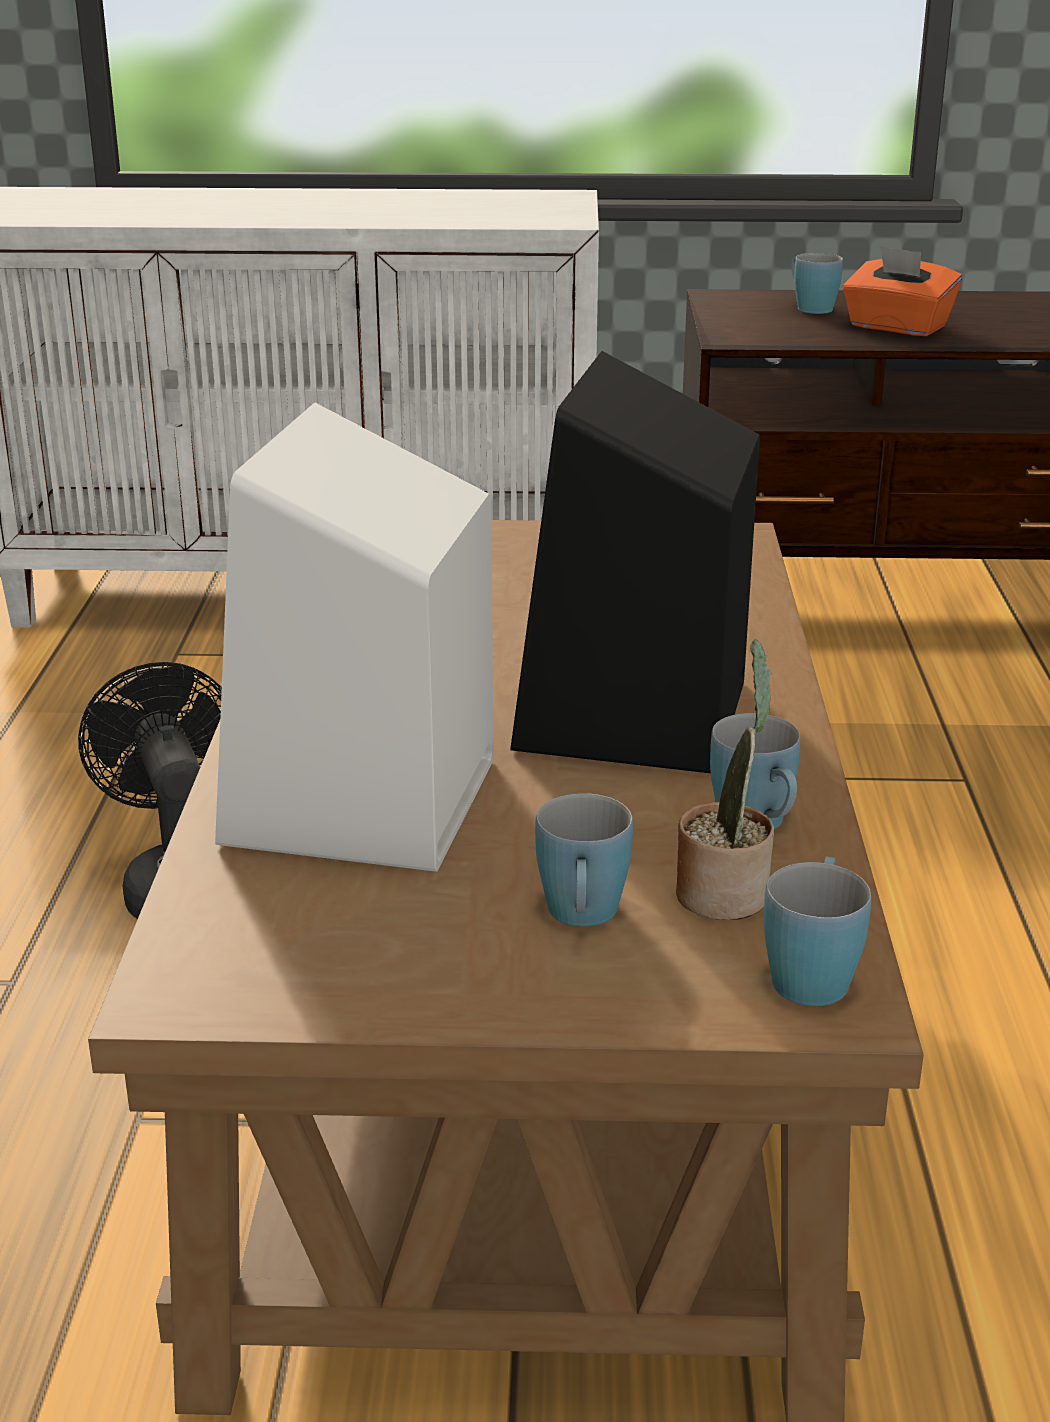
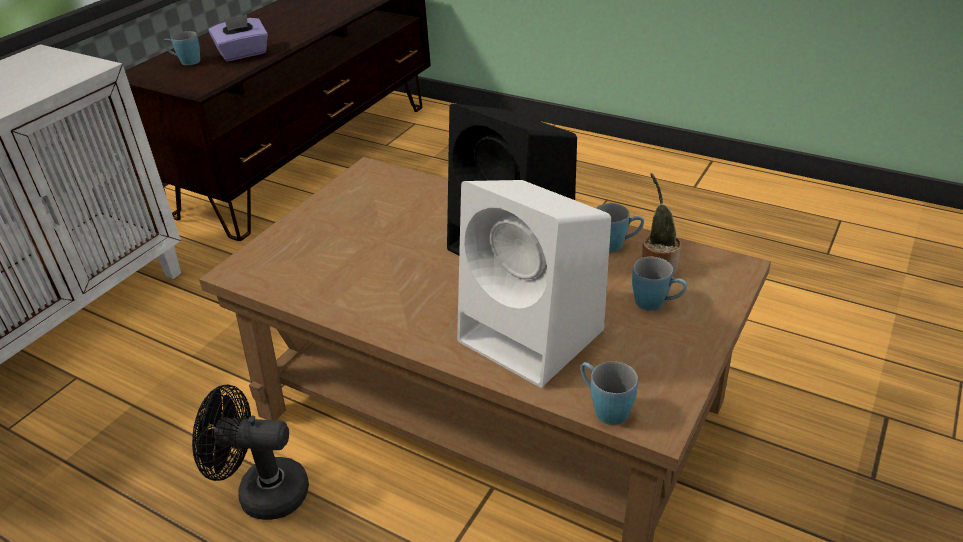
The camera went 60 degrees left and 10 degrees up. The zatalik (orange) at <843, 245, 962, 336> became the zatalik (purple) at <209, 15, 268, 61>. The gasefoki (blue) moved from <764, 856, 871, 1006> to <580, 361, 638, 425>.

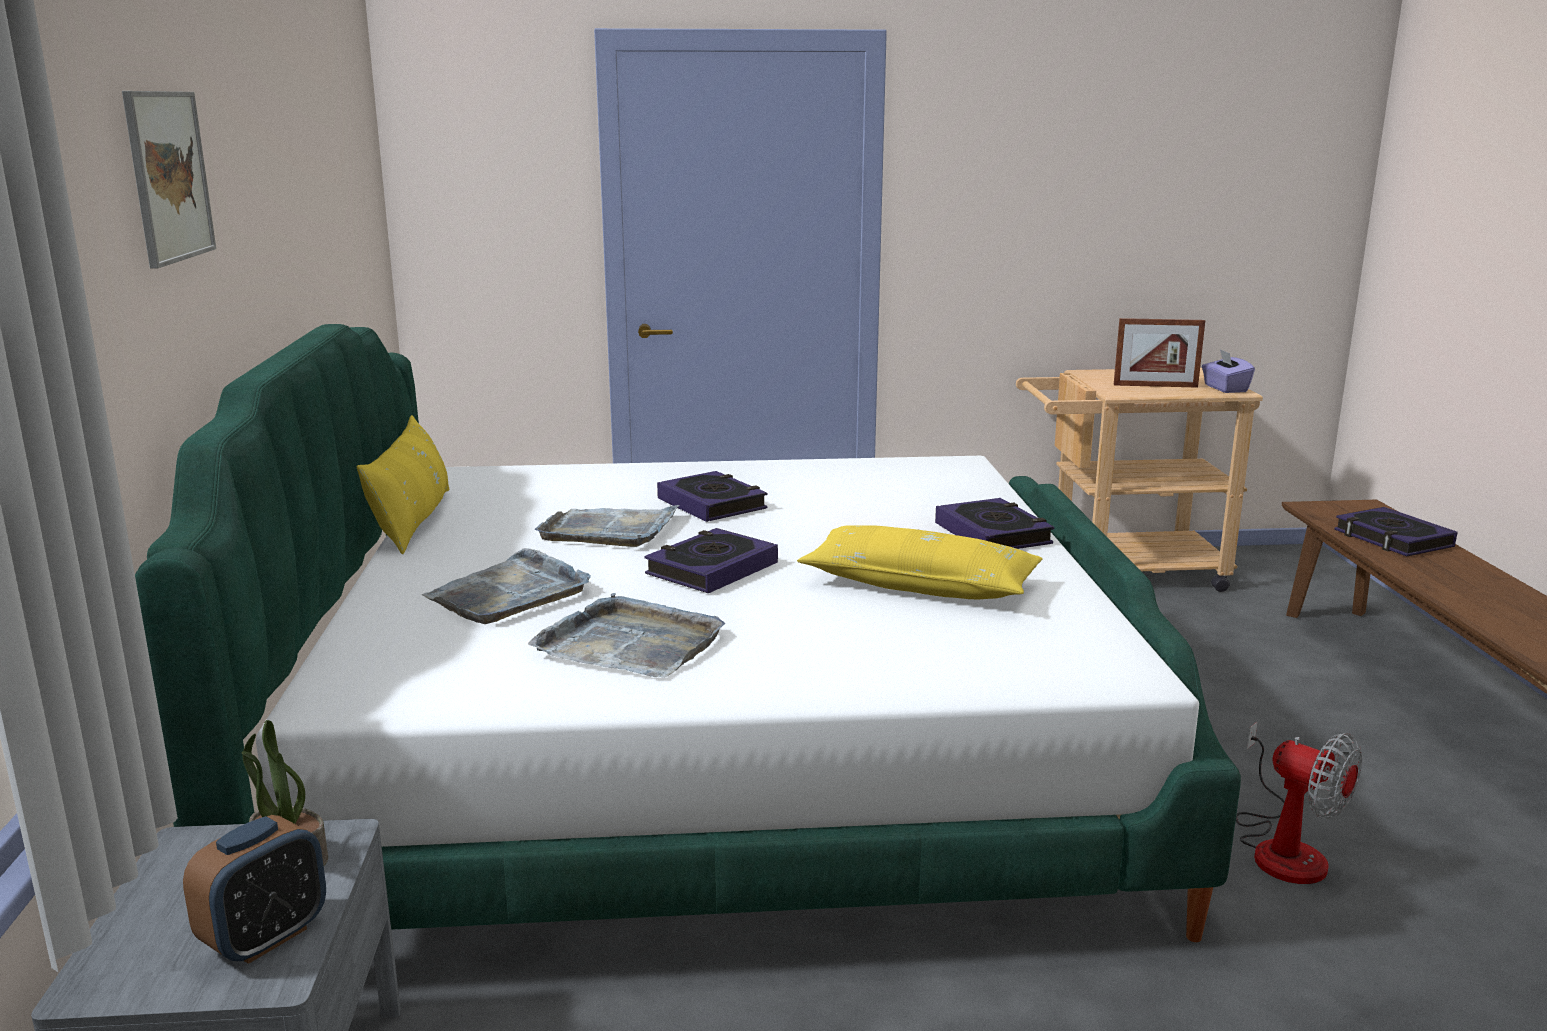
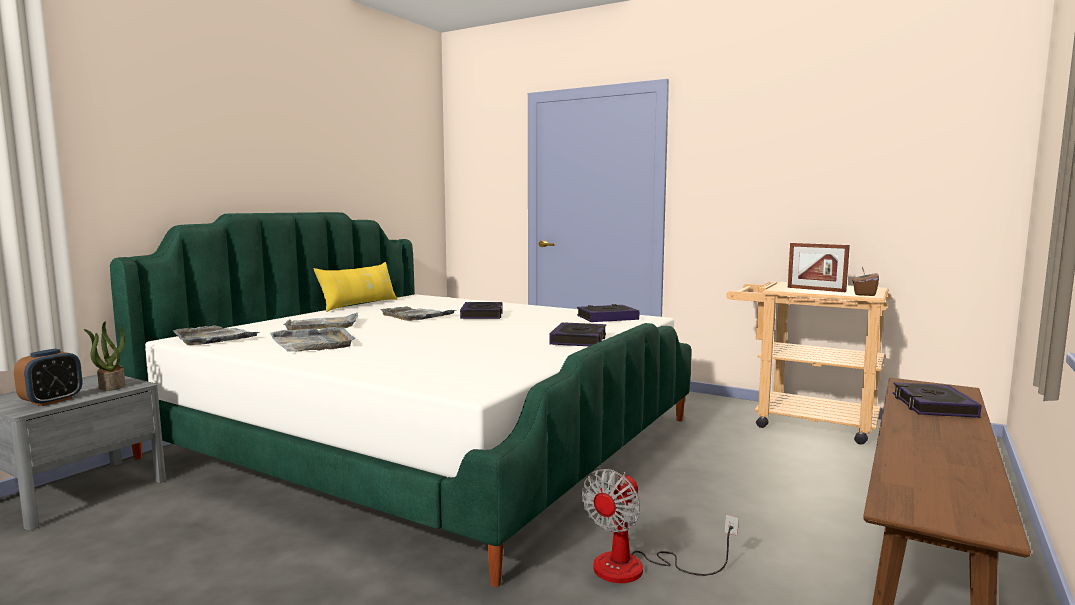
The camera went 35 degrees right and 10 degrees down. The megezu at <183, 815, 326, 964> turned 45 degrees counterclockwise. The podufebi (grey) at <173, 326, 259, 345> appeared. The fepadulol moved from <645, 528, 778, 593> to <577, 304, 639, 322>. The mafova at <1236, 722, 1362, 884> turned 45 degrees clockwise. The zatalik (purple) at <1202, 349, 1255, 393> became the zatalik (brown) at <852, 266, 879, 296>. The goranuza at <122, 91, 216, 268> disappeared. The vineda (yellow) at <797, 525, 1043, 600> disappeared.

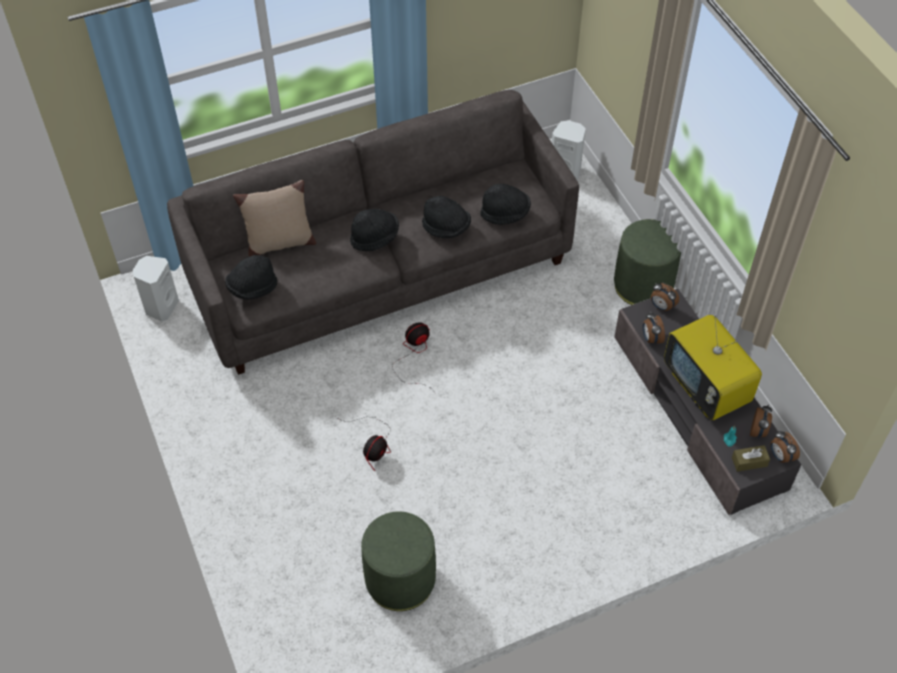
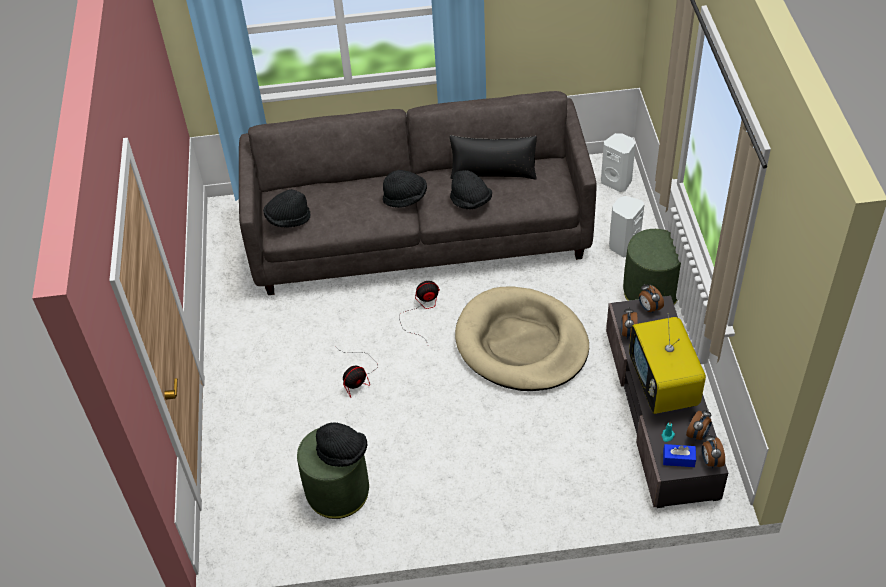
The camera went 20 degrees right and 5 degrees down. The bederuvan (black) moved from <480, 184, 531, 225> to <316, 422, 368, 467>. The vineda (black) at <450, 135, 537, 180> appeared. The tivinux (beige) at <455, 287, 589, 391> appeared. The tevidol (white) moved from <133, 256, 179, 321> to <609, 196, 644, 257>. The zatalik (brown) at <732, 445, 770, 472> became the zatalik (blue) at <663, 444, 696, 467>. The vineda (beige) at <233, 180, 316, 257> disappeared.

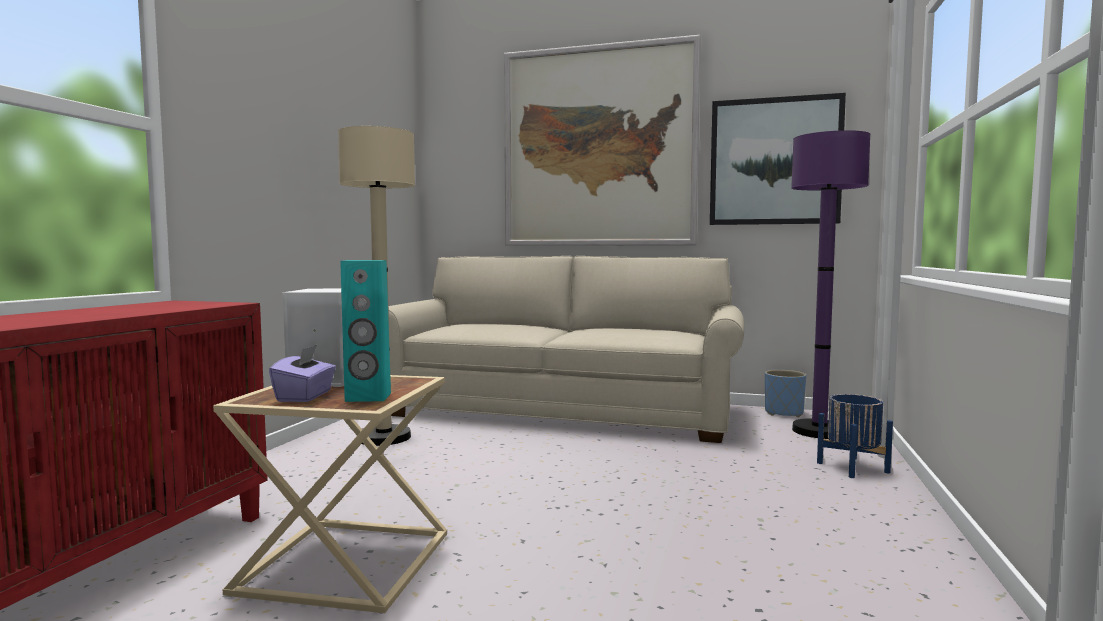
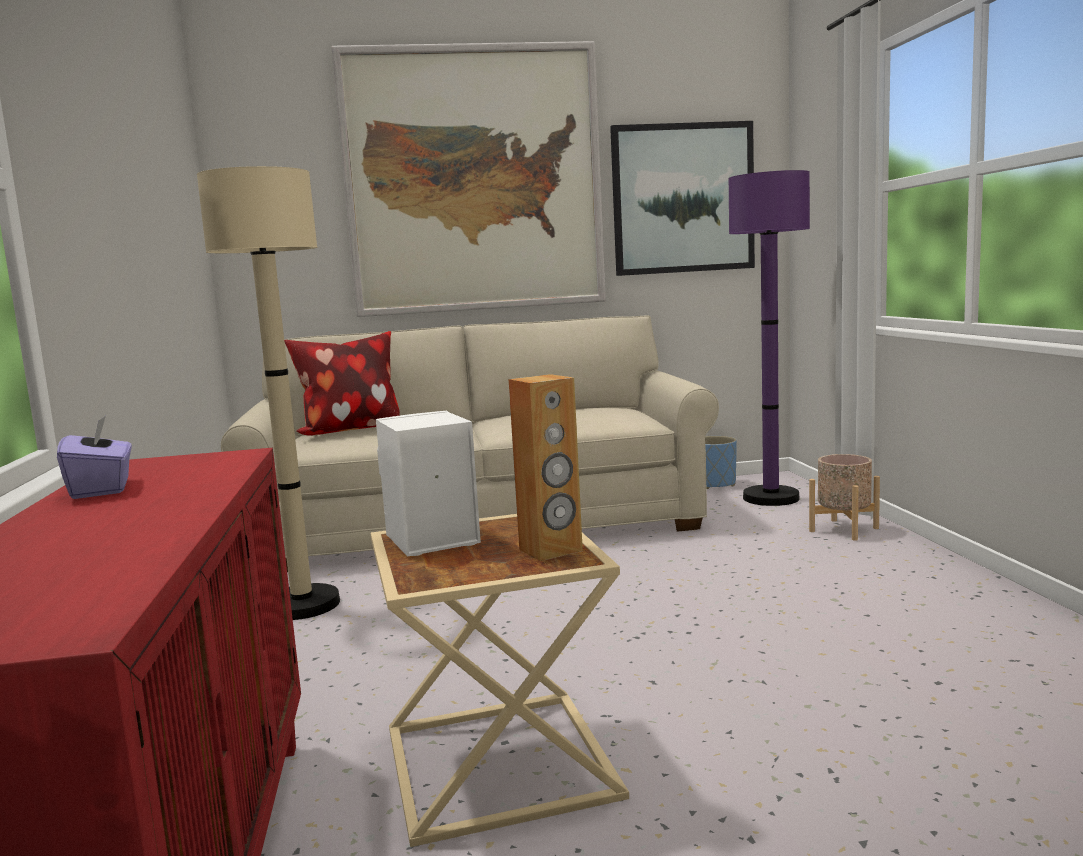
The camera went 25 degrees left and 5 degrees up. The zatalik (purple) moved from <269, 345, 336, 402> to <57, 415, 132, 499>. The vineda at <284, 331, 400, 436> appeared. The tevidol (turquoise) at <340, 260, 391, 402> became the tevidol (brown) at <509, 374, 583, 561>. The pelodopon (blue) at <817, 394, 893, 478> became the pelodopon (beige) at <809, 454, 880, 541>.

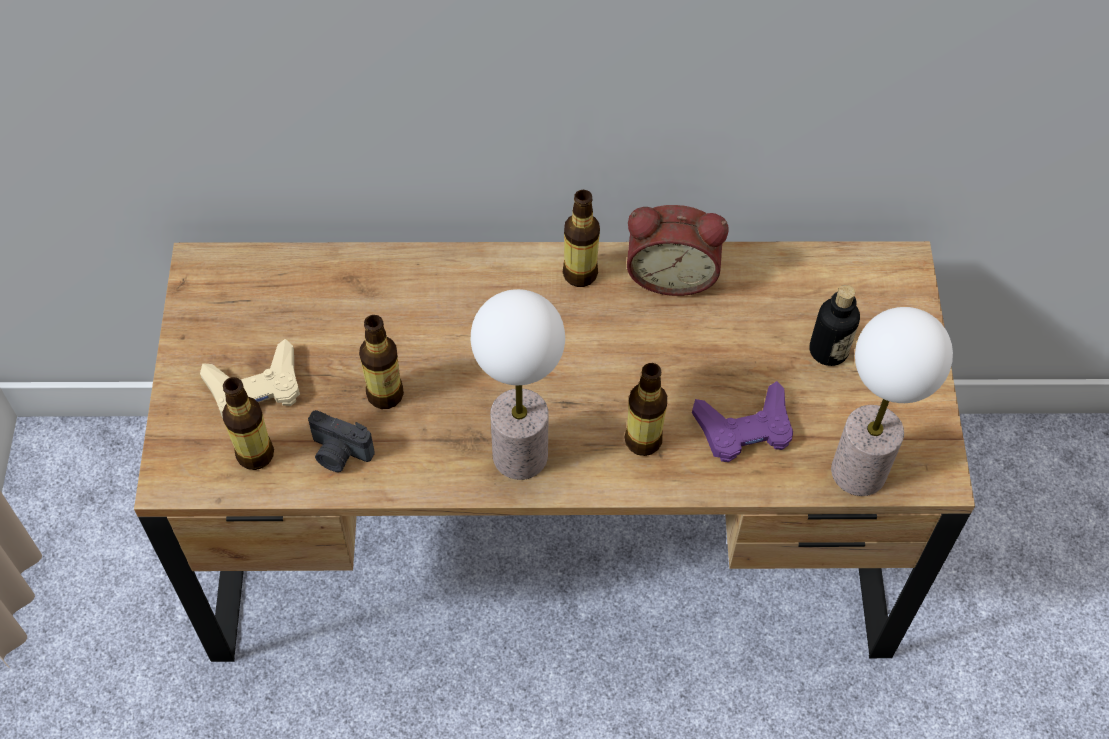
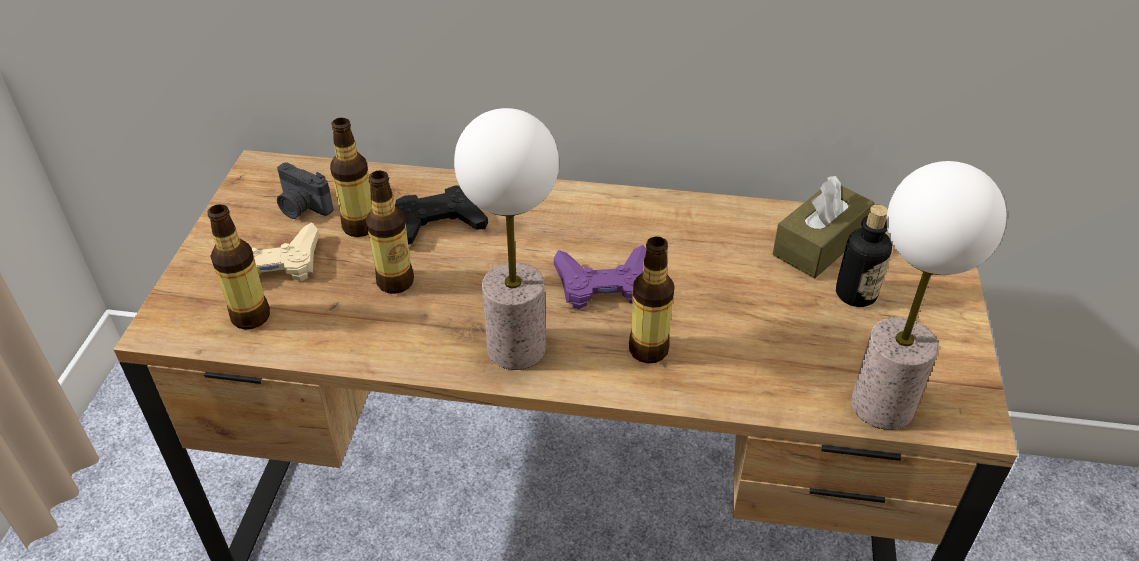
The camera went 10 degrees right and 15 degrees down. The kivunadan moved from <308, 410, 375, 472> to <277, 162, 334, 219>. The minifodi moved from <562, 190, 600, 287> to <330, 118, 372, 237>. The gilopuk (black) at <395, 185, 488, 245> appeared. The gilopuk (purple) moved from <692, 381, 793, 462> to <554, 245, 647, 309>. The zatalik (brown) at <773, 176, 874, 279> appeared. The megezu at <627, 205, 729, 296> disappeared.

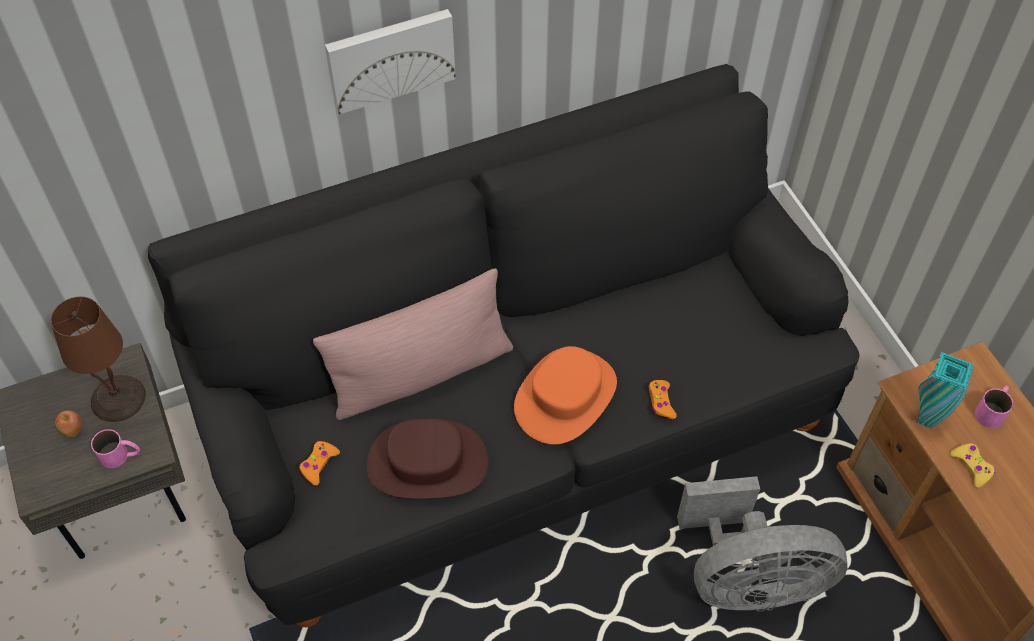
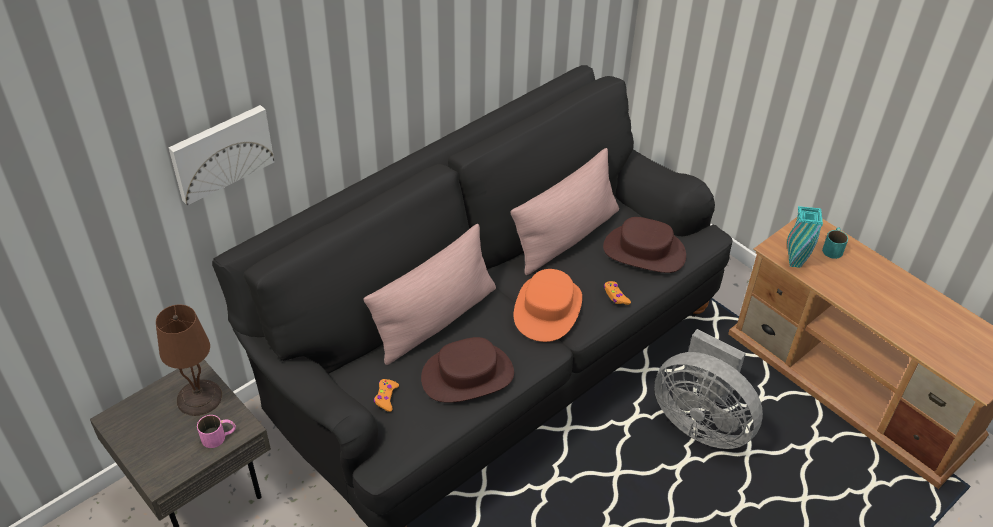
The camera went 20 degrees left and 10 degrees down. The goranuza moved from <325, 9, 456, 114> to <168, 105, 274, 205>. The vineda (pink) at <511, 148, 619, 275> appeared. The bederuvan (brown) at <603, 217, 686, 273> appeared. The mafova (grey) at <677, 476, 847, 612> turned 60 degrees clockwise. The gasefoki (pink) at <974, 386, 1013, 428> became the gasefoki (turquoise) at <822, 227, 848, 259>. The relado at <55, 410, 82, 437> disappeared. The gilopuk (yellow) at <950, 443, 995, 488> disappeared.

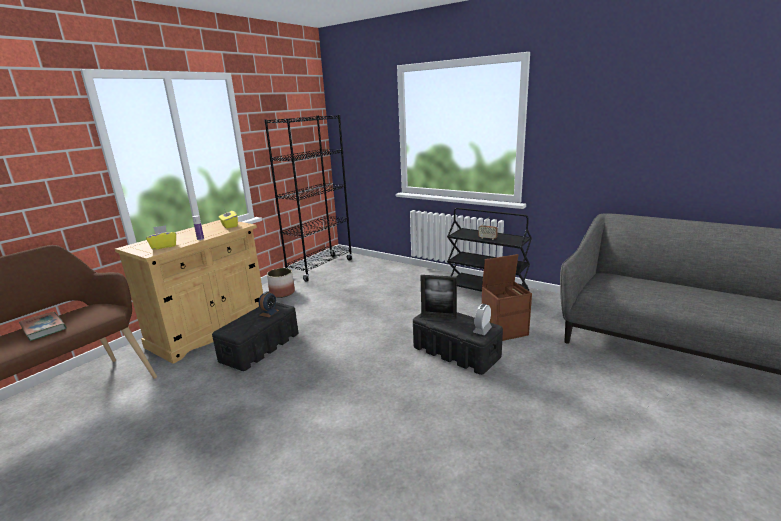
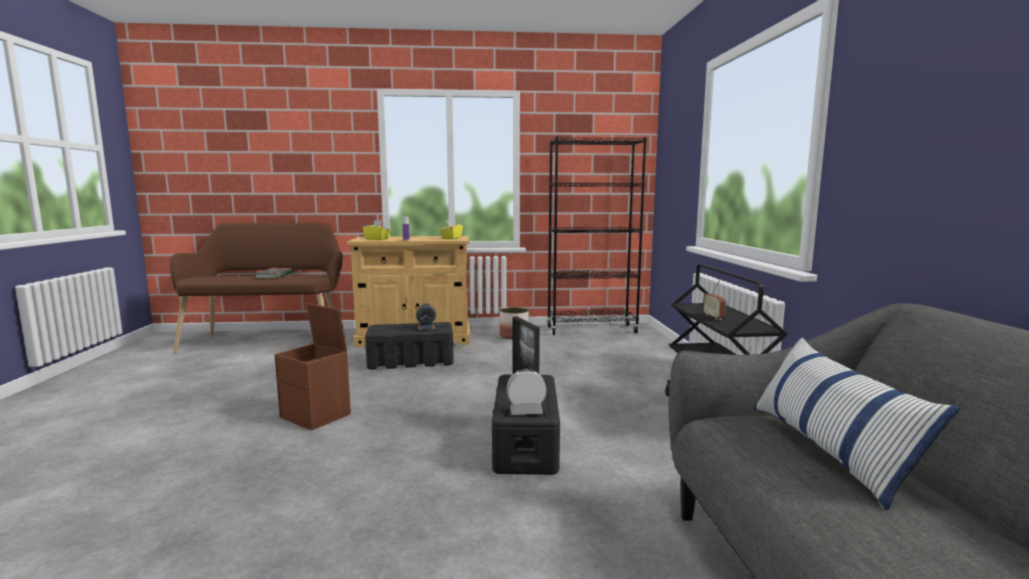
The camera went 50 degrees right and 10 degrees down. The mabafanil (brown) moved from <482, 254, 532, 341> to <274, 303, 351, 430>. The vineda at <753, 337, 960, 510> appeared.

